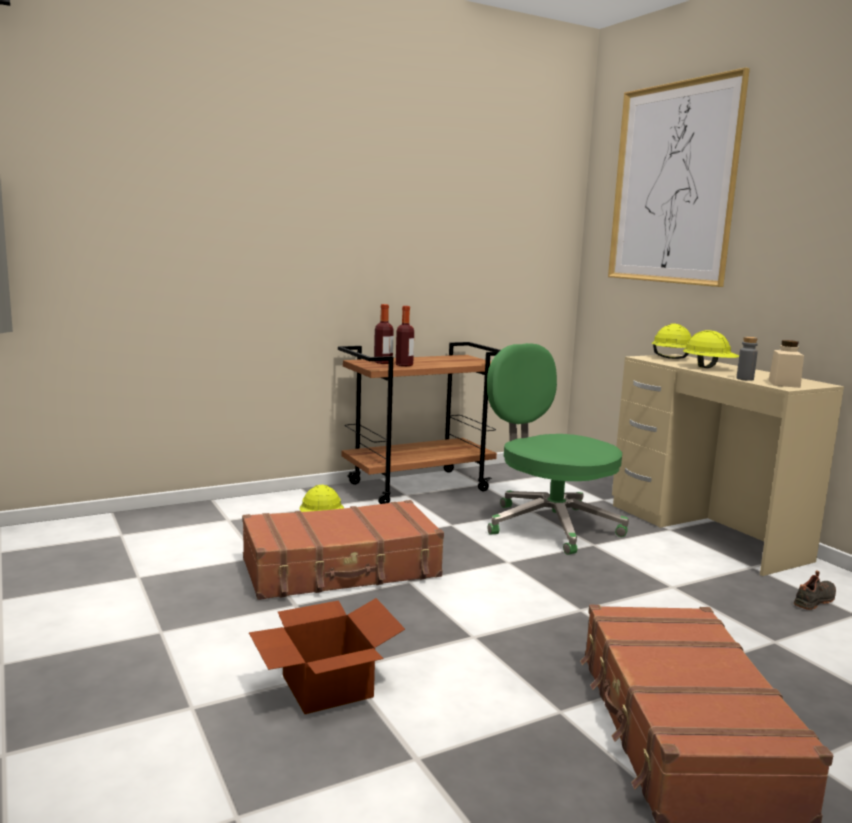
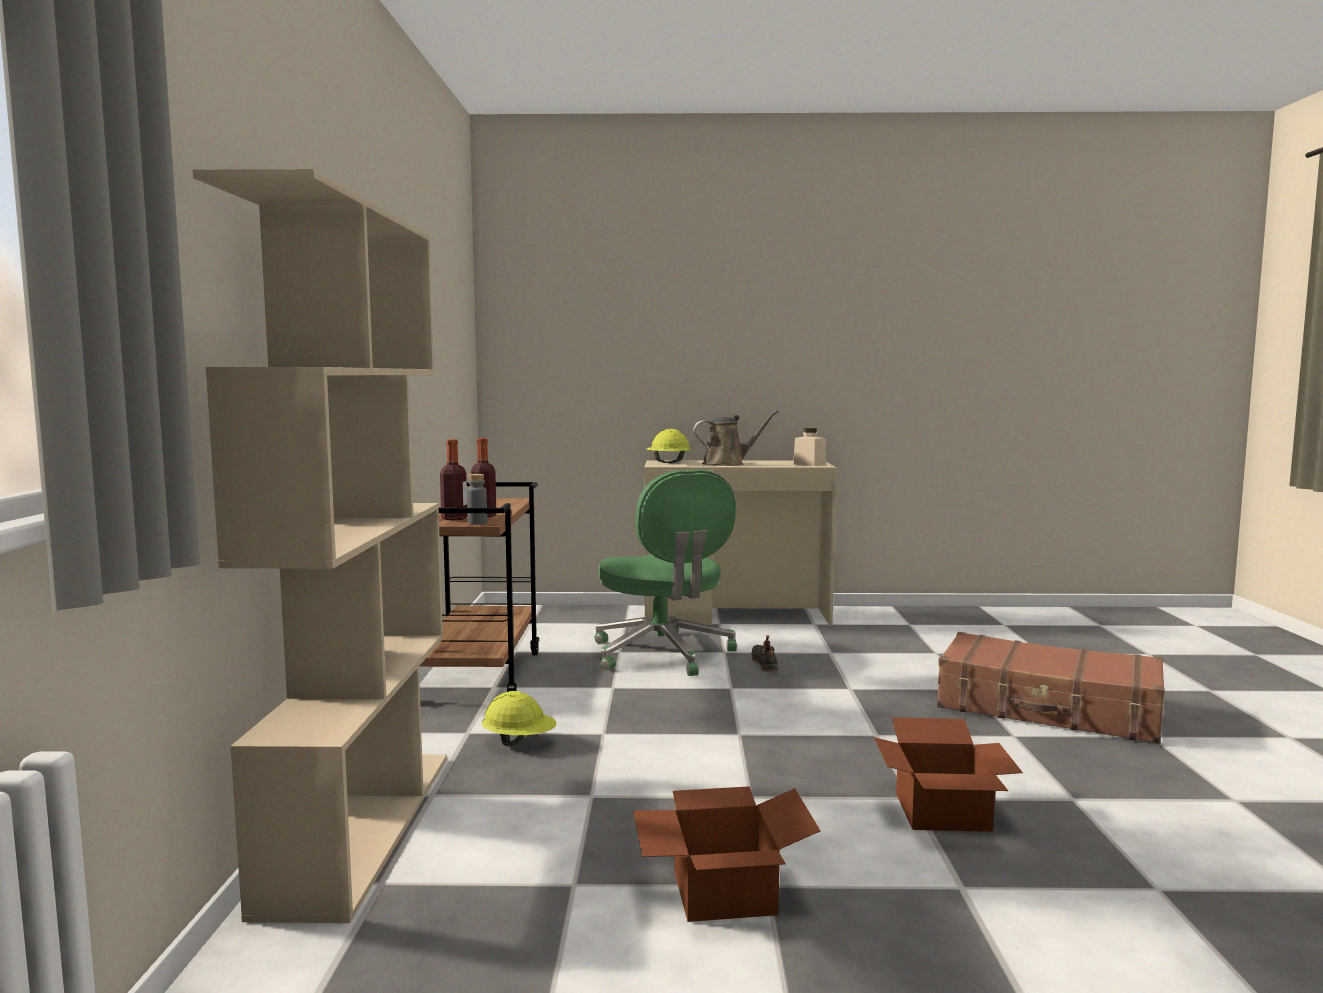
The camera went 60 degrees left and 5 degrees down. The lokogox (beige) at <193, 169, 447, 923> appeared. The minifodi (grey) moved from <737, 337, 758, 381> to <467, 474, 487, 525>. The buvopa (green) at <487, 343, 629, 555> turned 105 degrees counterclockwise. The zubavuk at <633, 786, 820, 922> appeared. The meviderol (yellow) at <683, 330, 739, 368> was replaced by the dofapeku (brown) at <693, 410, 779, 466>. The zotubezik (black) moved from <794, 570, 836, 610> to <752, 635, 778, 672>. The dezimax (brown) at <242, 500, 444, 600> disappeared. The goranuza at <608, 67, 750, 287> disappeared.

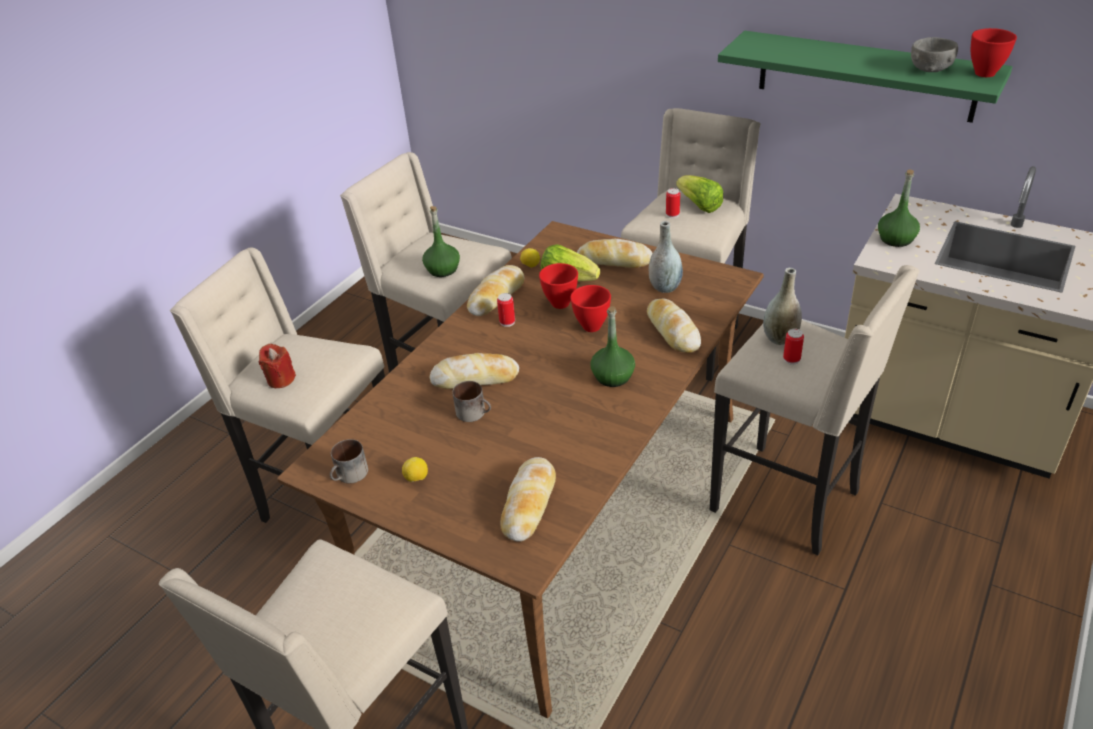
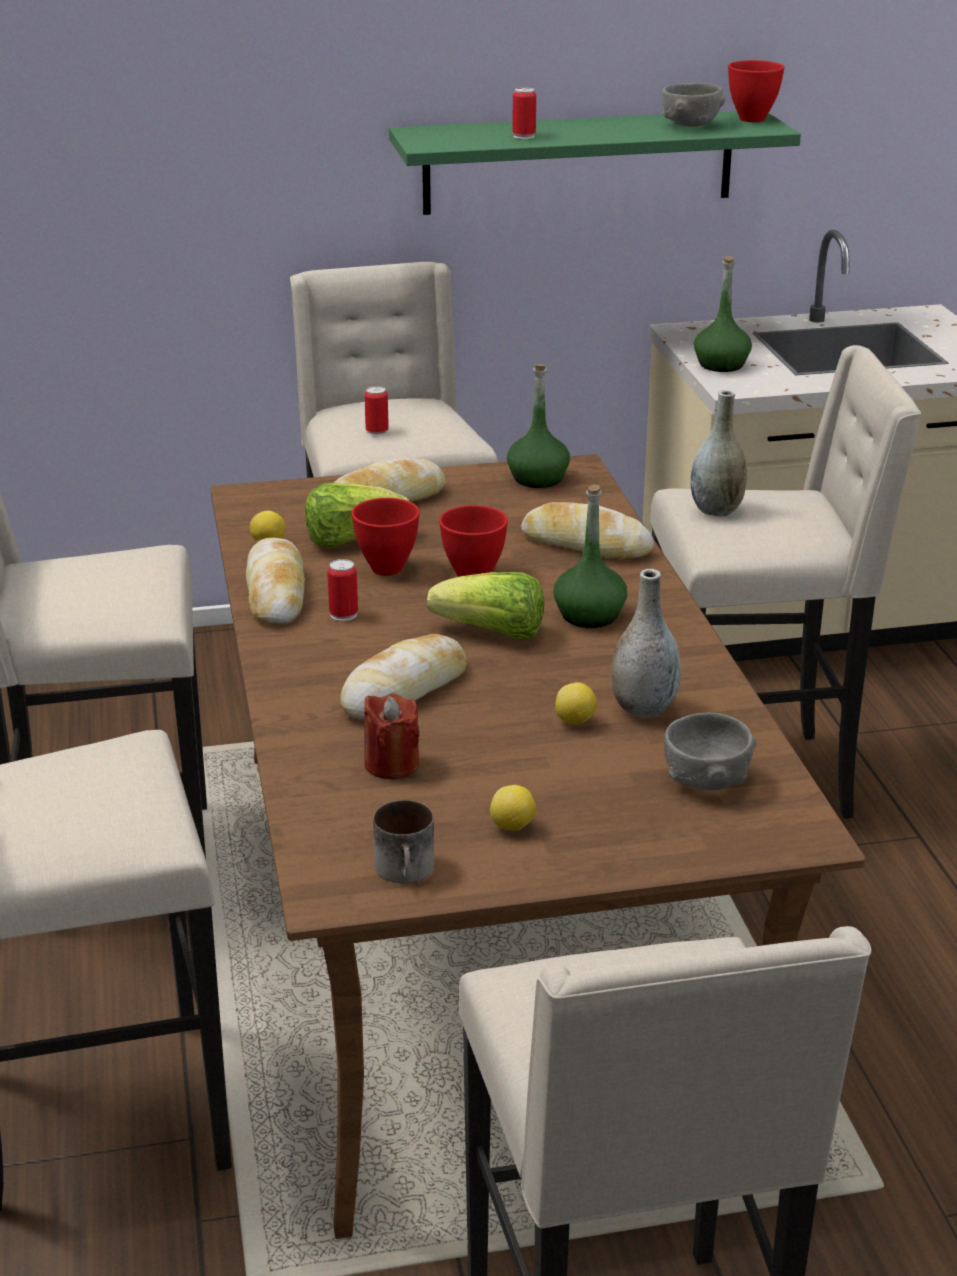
The camera went 45 degrees left and 10 degrees down. The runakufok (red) moved from <259, 343, 296, 388> to <364, 693, 419, 779>. The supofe moved from <676, 175, 723, 213> to <427, 572, 544, 639>. The minifodi (green) moved from <422, 206, 460, 277> to <507, 364, 570, 488>. The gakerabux moved from <783, 329, 804, 365> to <512, 87, 536, 139>. The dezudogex at <555, 682, 597, 724> appeared. The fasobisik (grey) moved from <649, 221, 683, 293> to <611, 569, 681, 718>. The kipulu at <501, 457, 556, 542> was replaced by the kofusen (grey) at <664, 713, 756, 790>. The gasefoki at <452, 381, 491, 422> disappeared.

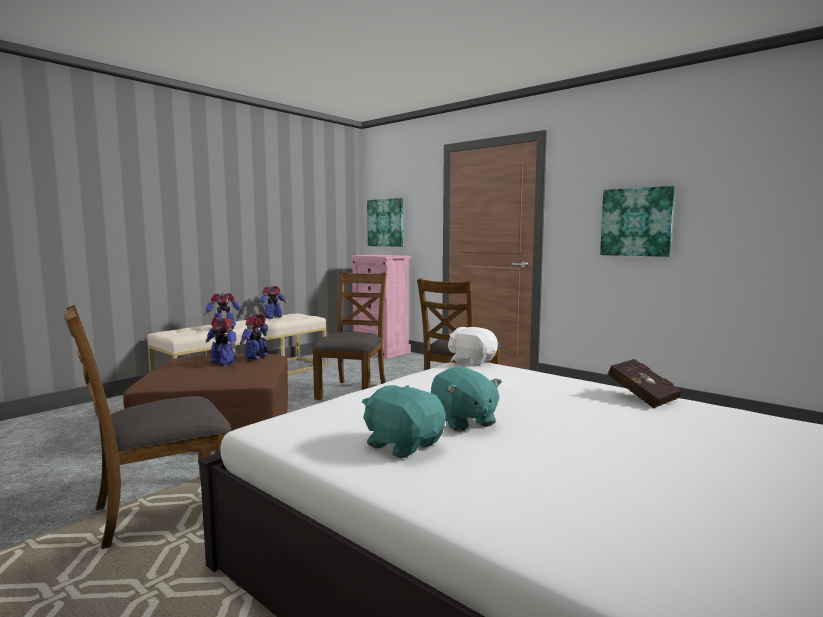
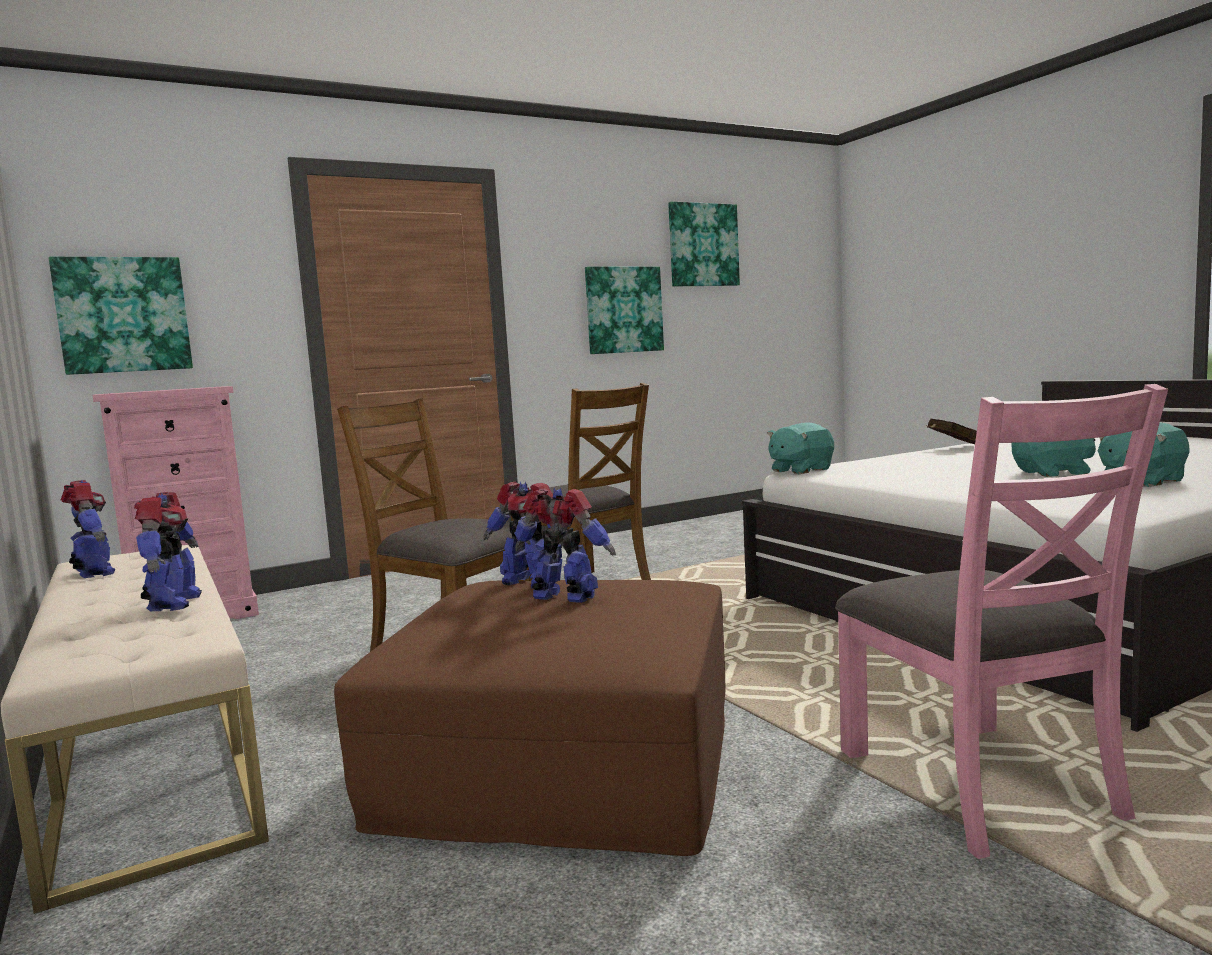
The camera went 70 degrees left and 0 degrees up. The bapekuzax at <206, 317, 236, 366> turned 120 degrees counterclockwise. The goranuza at <668, 201, 740, 286> appeared. The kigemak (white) at <448, 327, 498, 366> became the kigemak (turquoise) at <767, 422, 834, 474>. The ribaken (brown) at <63, 305, 231, 549> became the ribaken (pink) at <835, 384, 1168, 859>.

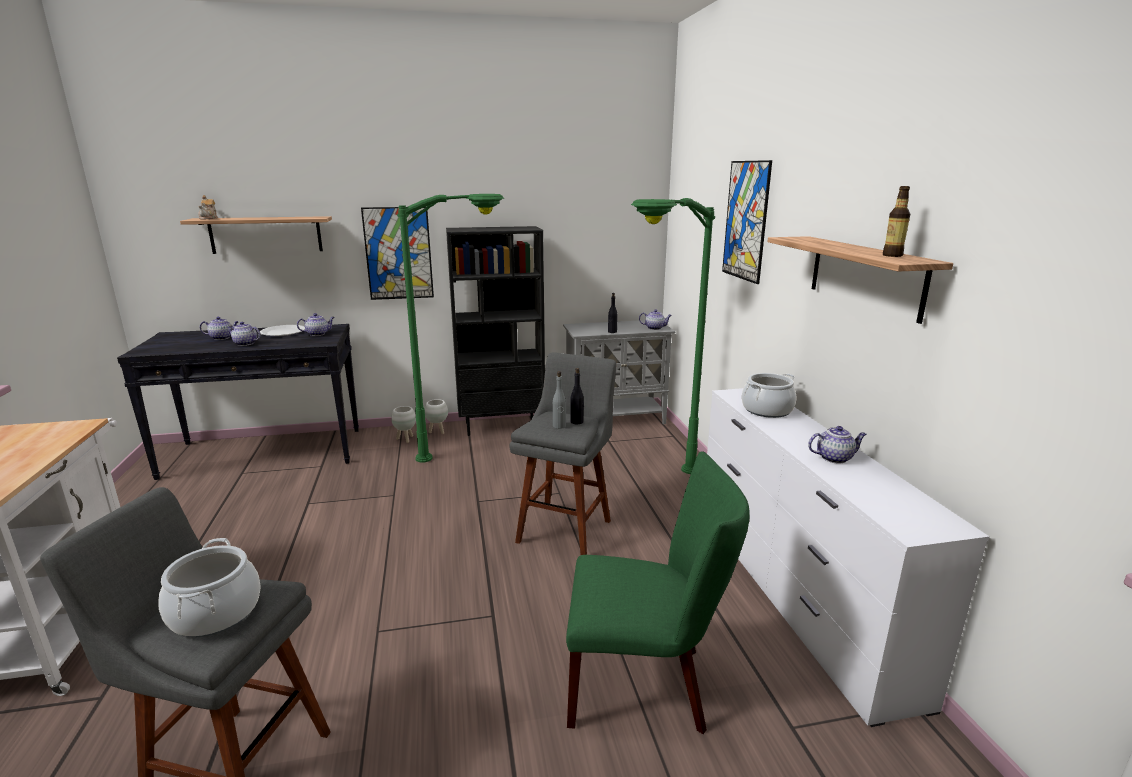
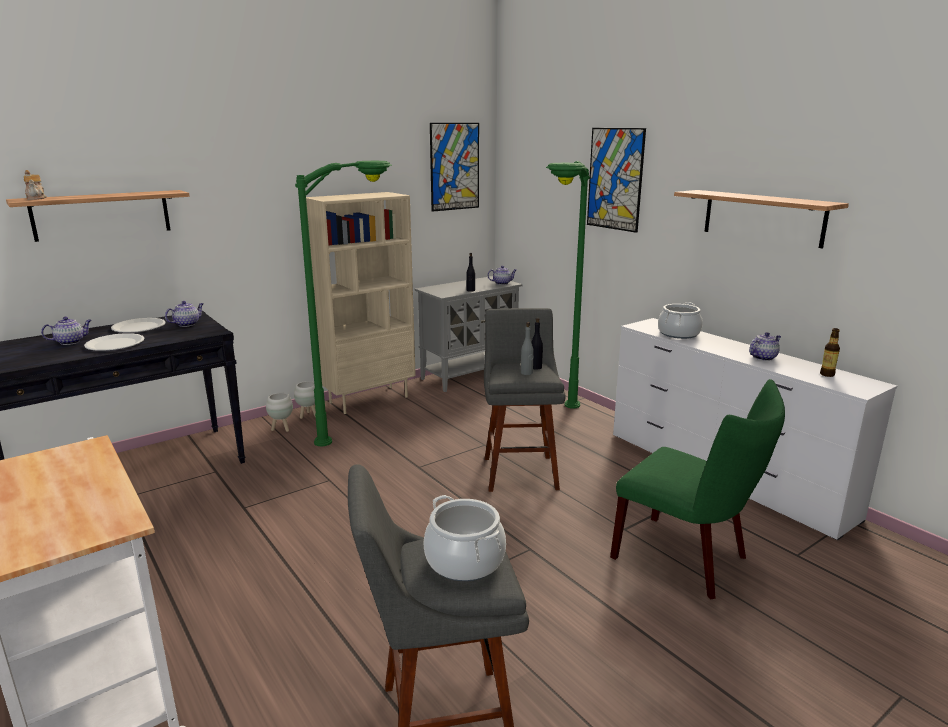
The camera went 25 degrees left and 0 degrees up. The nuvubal at <227, 322, 261, 346> was replaced by the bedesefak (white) at <84, 333, 144, 351>. The lokogox (black) at <446, 226, 545, 436> became the lokogox (beige) at <306, 192, 416, 414>. The goranuza moved from <361, 207, 434, 300> to <430, 123, 479, 212>. The ribaken (green) at <566, 451, 750, 734> turned 60 degrees clockwise. The minifodi moved from <883, 186, 910, 257> to <820, 328, 840, 377>.

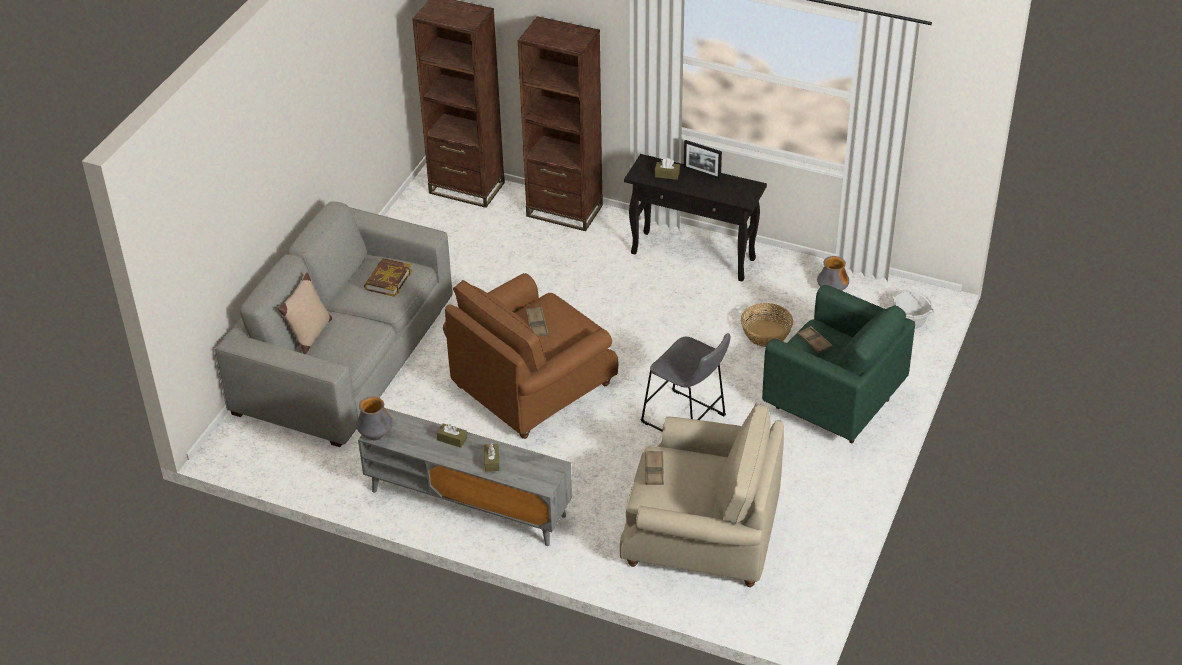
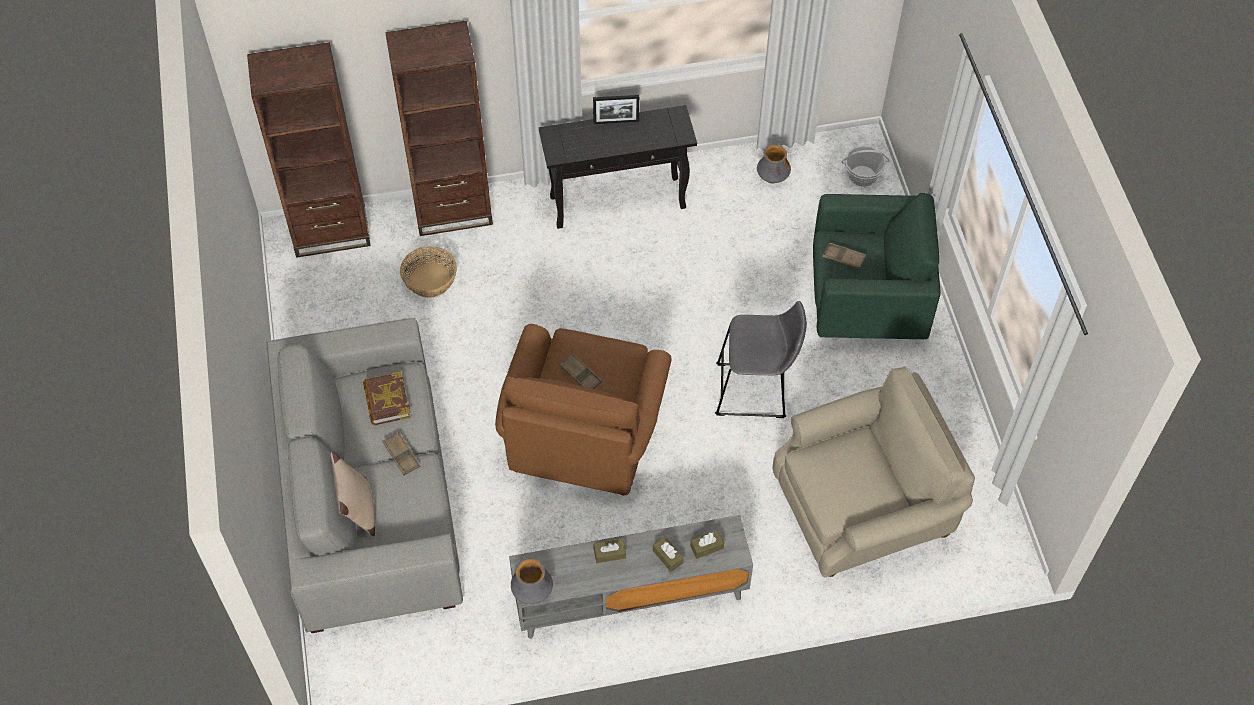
The camera went 35 degrees left and 15 degrees up. The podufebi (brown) moved from <645, 451, 664, 485> to <382, 432, 420, 475>. The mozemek moved from <741, 303, 793, 347> to <400, 246, 457, 298>. The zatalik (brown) moved from <655, 158, 680, 180> to <690, 530, 724, 559>.

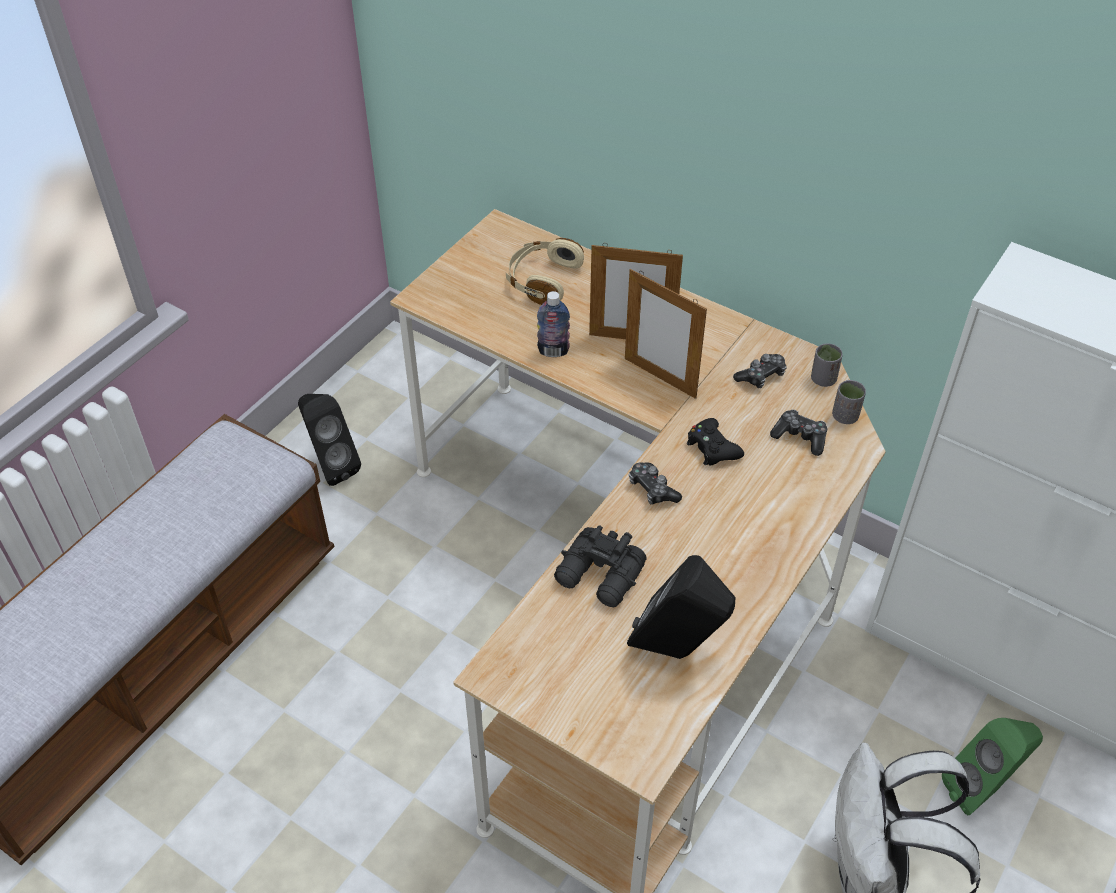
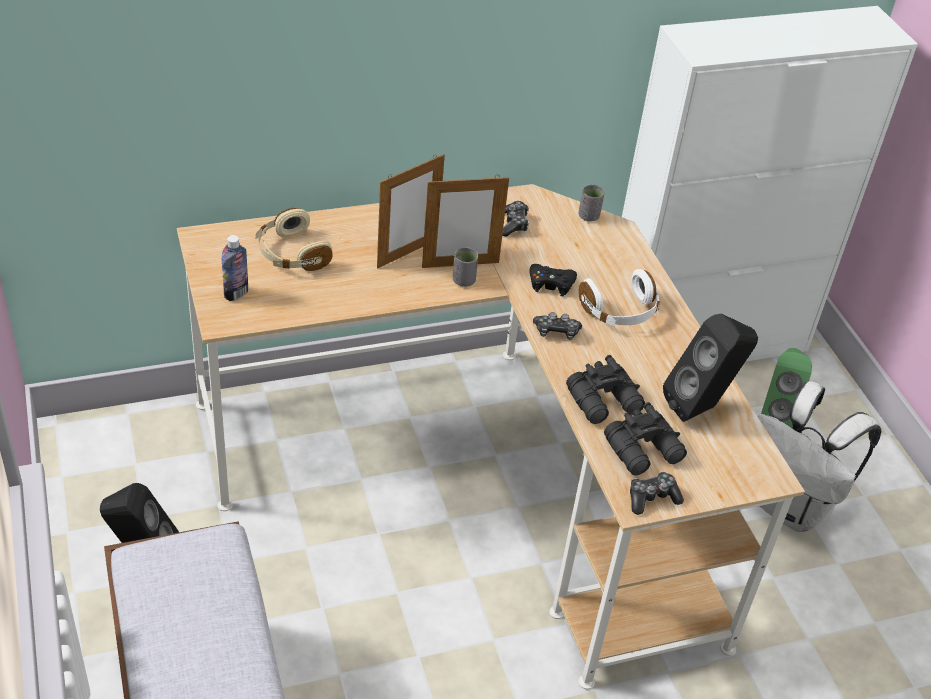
The camera went 55 degrees left and 5 degrees down. The minifodi moved from <537, 291, 570, 357> to <222, 235, 248, 301>. The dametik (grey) moved from <811, 343, 843, 387> to <453, 247, 478, 287>. The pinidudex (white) at <579, 269, 660, 326> appeared. The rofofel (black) at <604, 402, 687, 475> appeared. The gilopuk moved from <770, 410, 827, 456> to <630, 472, 684, 515>.

